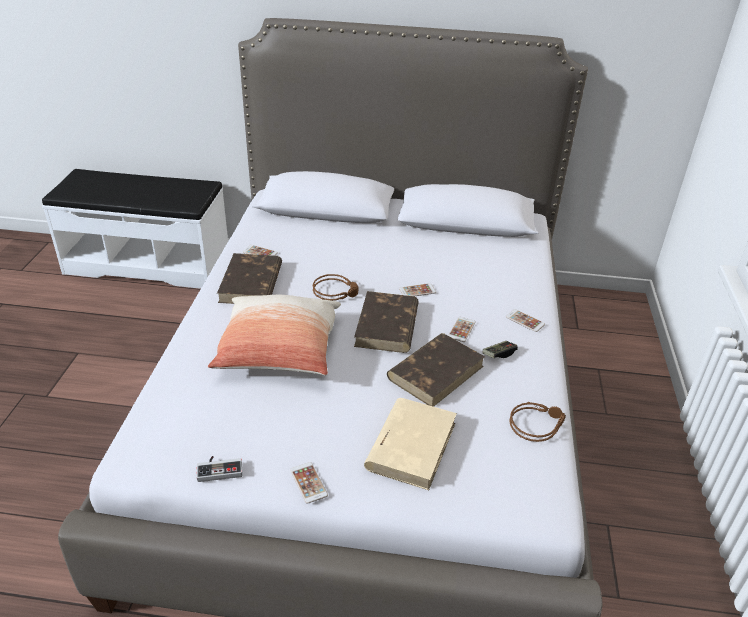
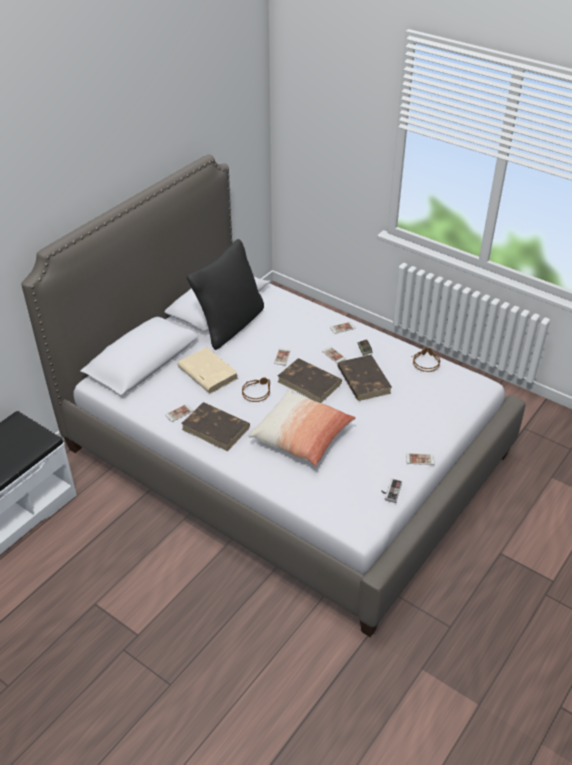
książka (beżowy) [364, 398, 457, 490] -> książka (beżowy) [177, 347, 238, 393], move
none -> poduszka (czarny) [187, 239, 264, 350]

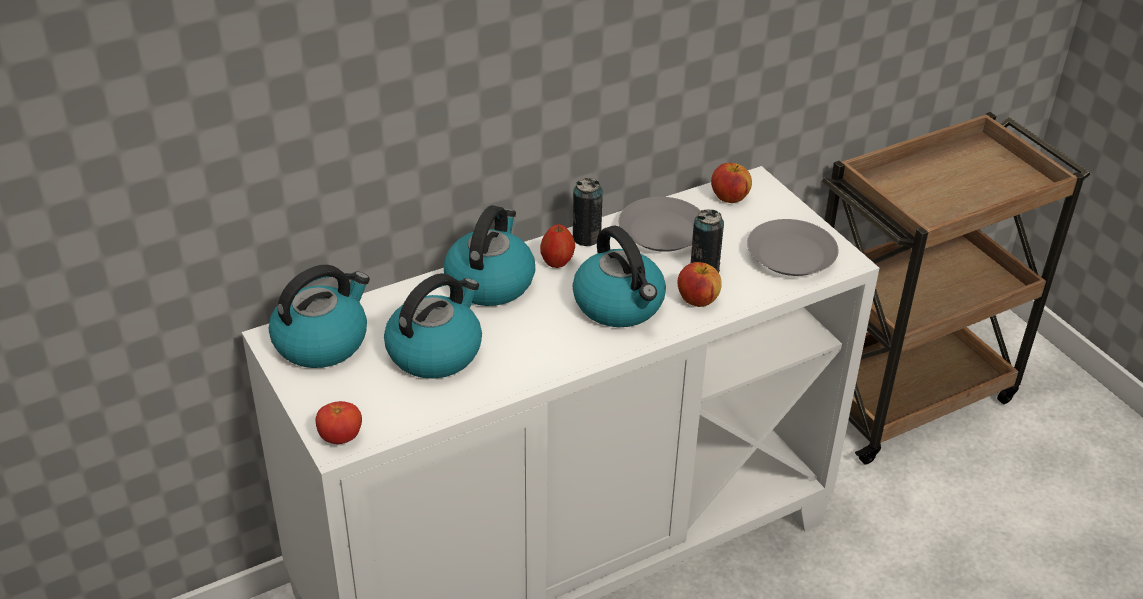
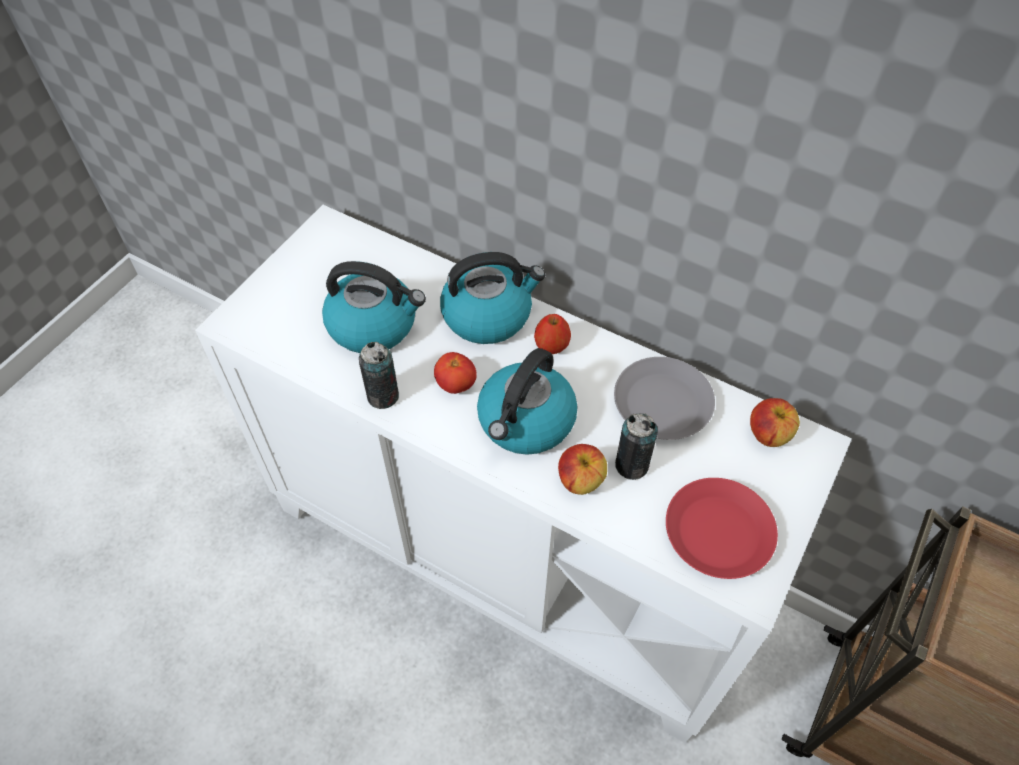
puszka [573, 178, 603, 246] -> puszka [359, 342, 399, 409], move
pomidor [316, 401, 362, 444] -> pomidor [434, 352, 477, 394], move
talerz (szary) [747, 219, 839, 276] -> talerz (czerwony) [666, 478, 778, 579]
czajnik [269, 265, 370, 368] -> none

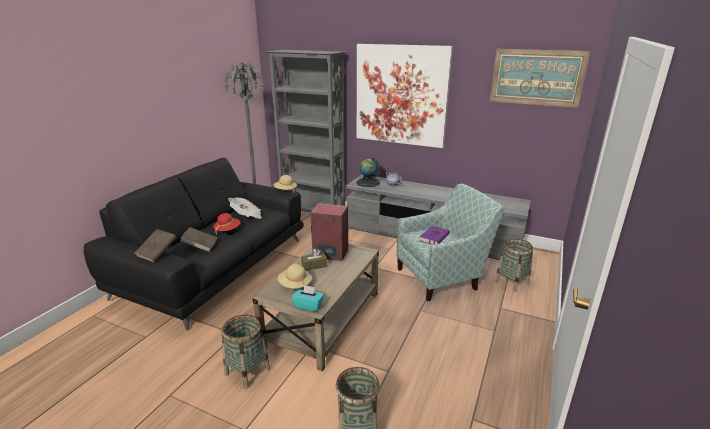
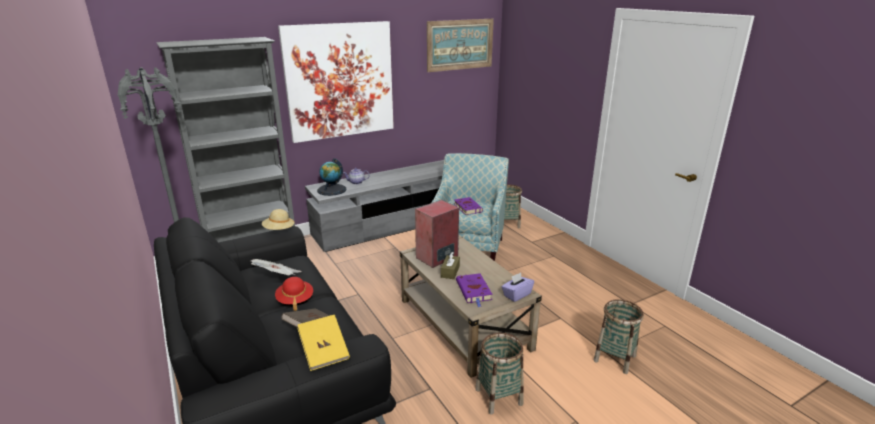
książka (brązowy) [134, 229, 177, 263] -> książka (żółty) [297, 315, 350, 371]
kapelusz (beżowy) [278, 264, 312, 289] -> książka (fioletowy) [456, 273, 492, 307]
pudełko chusteczek (turkusowy) [292, 285, 324, 312] -> pudełko chusteczek (fioletowy) [502, 272, 534, 302]

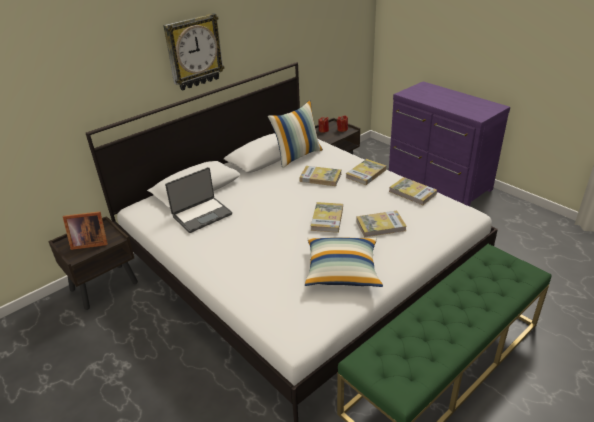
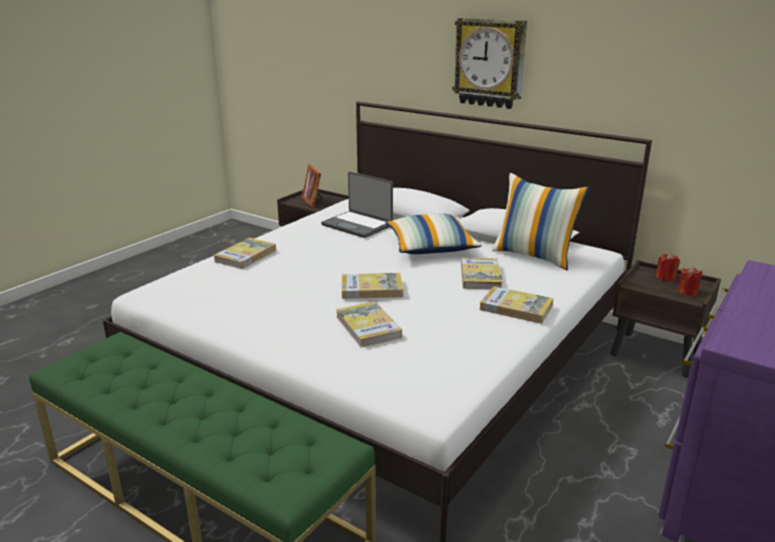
książka [389, 177, 437, 205] -> książka [213, 238, 276, 269], move
poduszka [305, 237, 383, 287] -> poduszka [386, 213, 482, 254], move

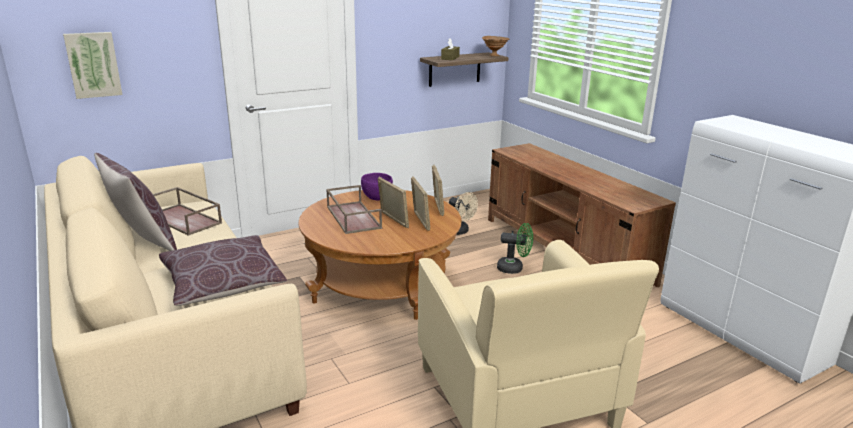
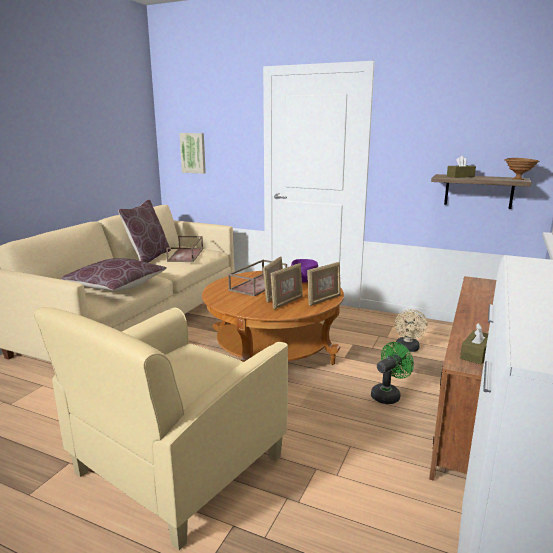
wentylator (zielony) [497, 223, 533, 274] -> wentylator (zielony) [371, 342, 414, 404], 105 degrees counterclockwise
none -> pudełko chusteczek (brązowy) [460, 323, 488, 365]

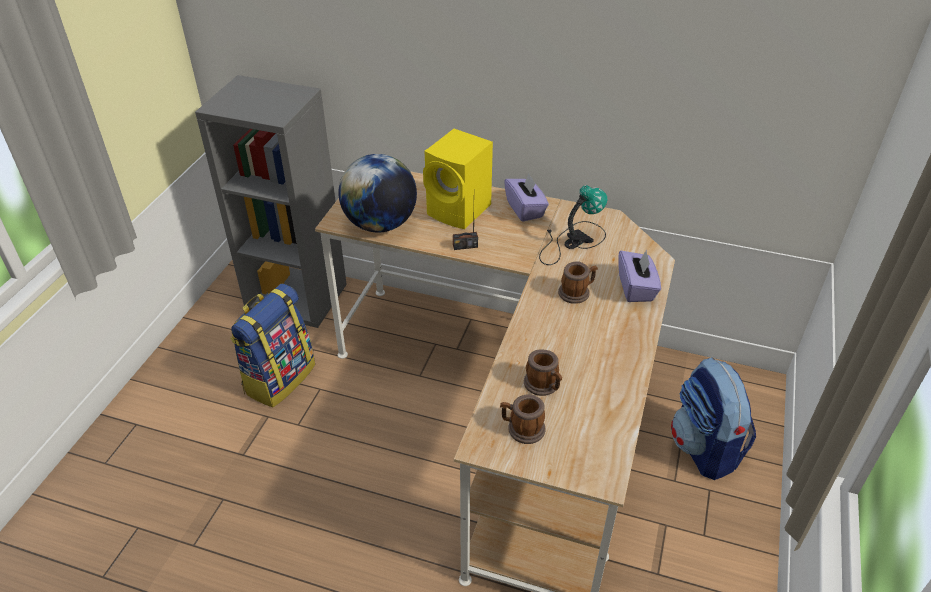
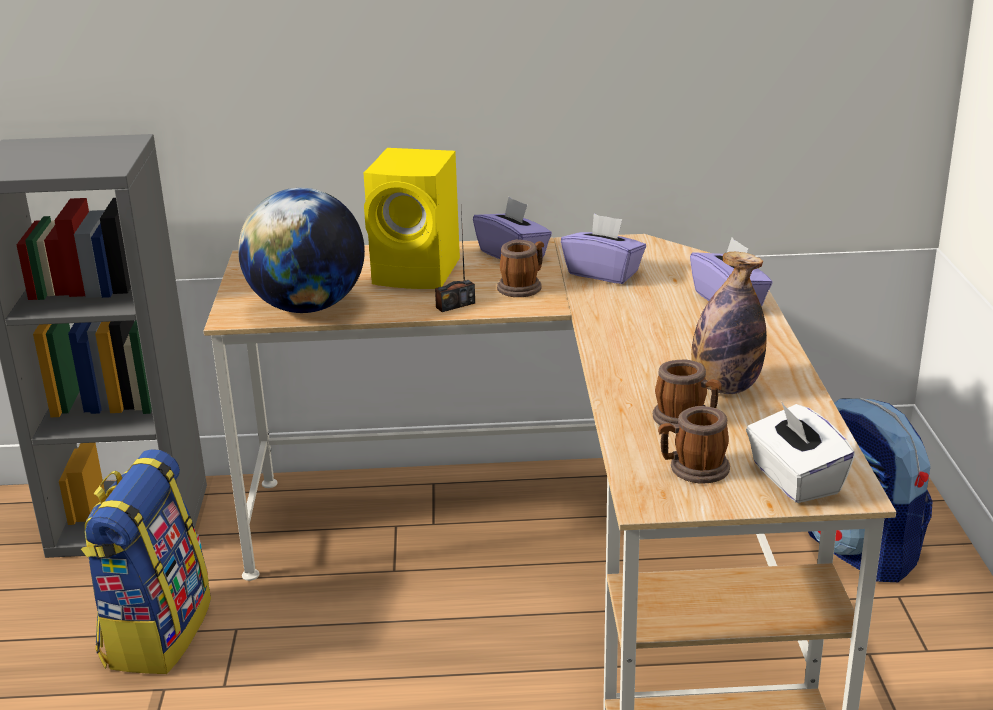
kubek [558, 261, 598, 304] -> kubek [497, 240, 544, 297], move
lampa stołowa [539, 185, 607, 265] -> pudełko chusteczek (fioletowy) [561, 214, 646, 284]
none -> butelka [691, 252, 767, 394]
none -> pudełko chusteczek (biały) [746, 401, 855, 503]

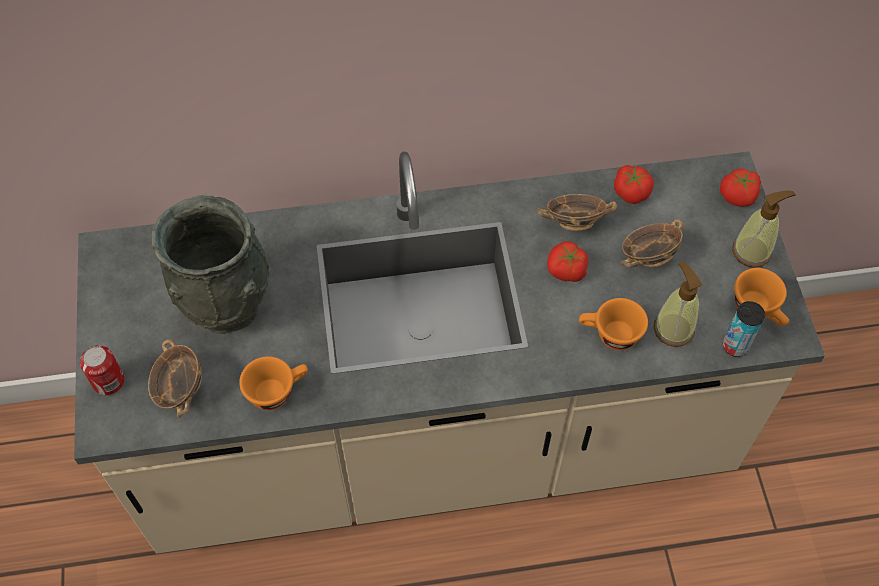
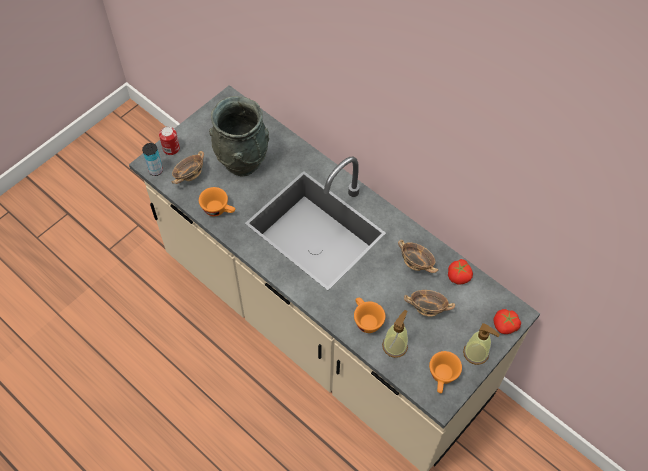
puszka [723, 301, 765, 357] -> puszka [142, 143, 163, 176], move
pomidor [547, 241, 589, 282] -> none

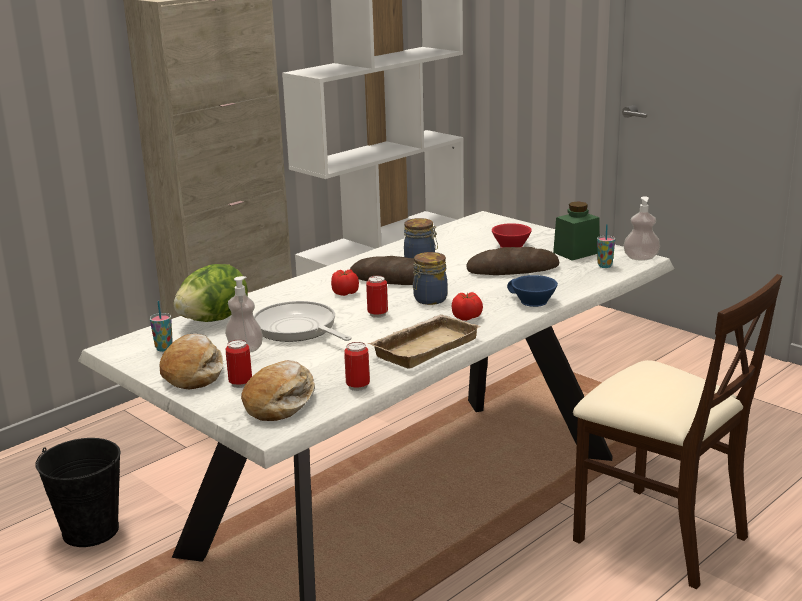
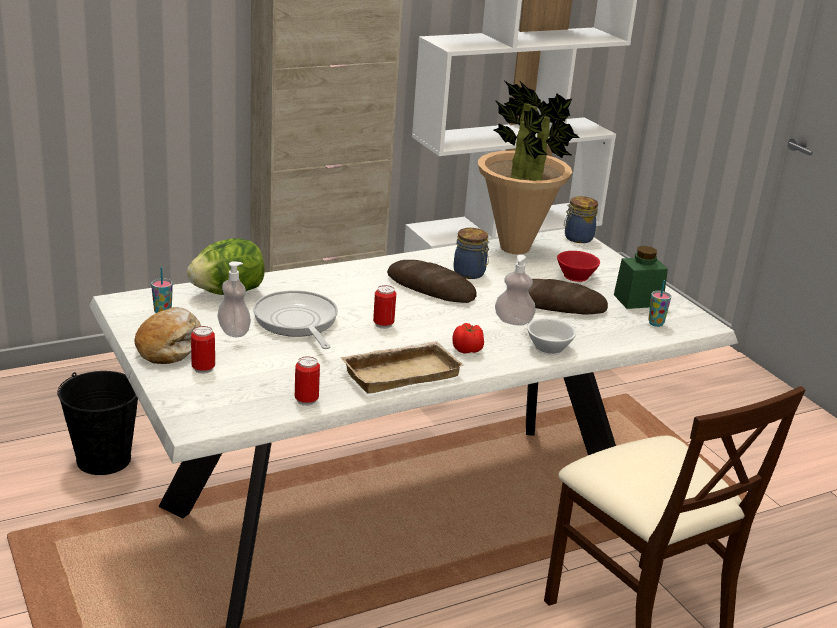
none -> roślina doniczkowa [478, 81, 580, 254]
dozownik mydła [623, 196, 660, 261] -> dozownik mydła [495, 255, 536, 325], move
filiżanka (niebieski) [507, 275, 558, 307] -> filiżanka (biały) [527, 318, 576, 355]
słoik [413, 252, 447, 305] -> słoik [564, 196, 598, 243], move
chleb [241, 360, 315, 421] -> none
pomidor [331, 270, 359, 296] -> none

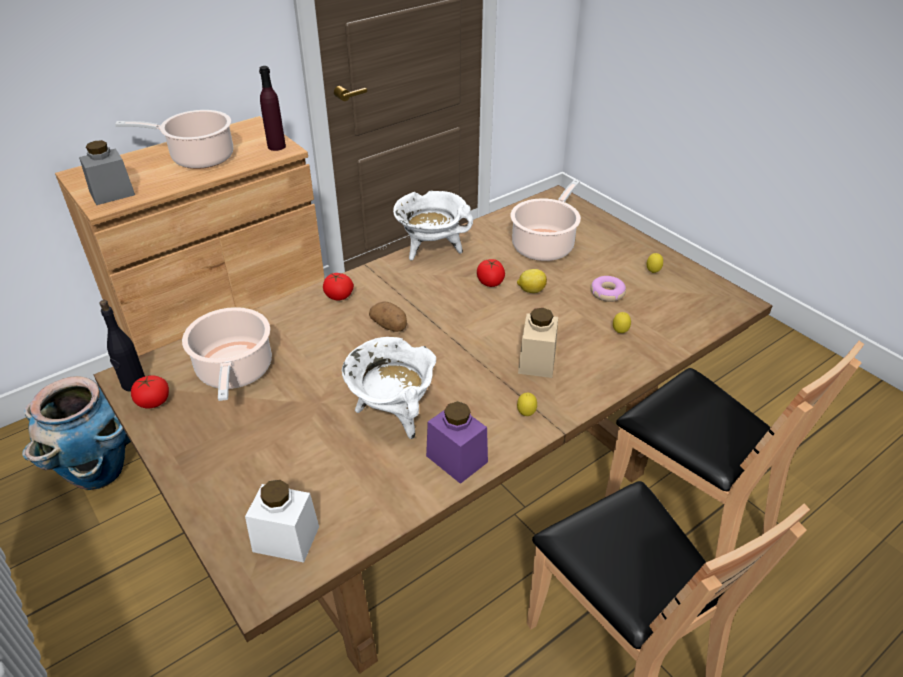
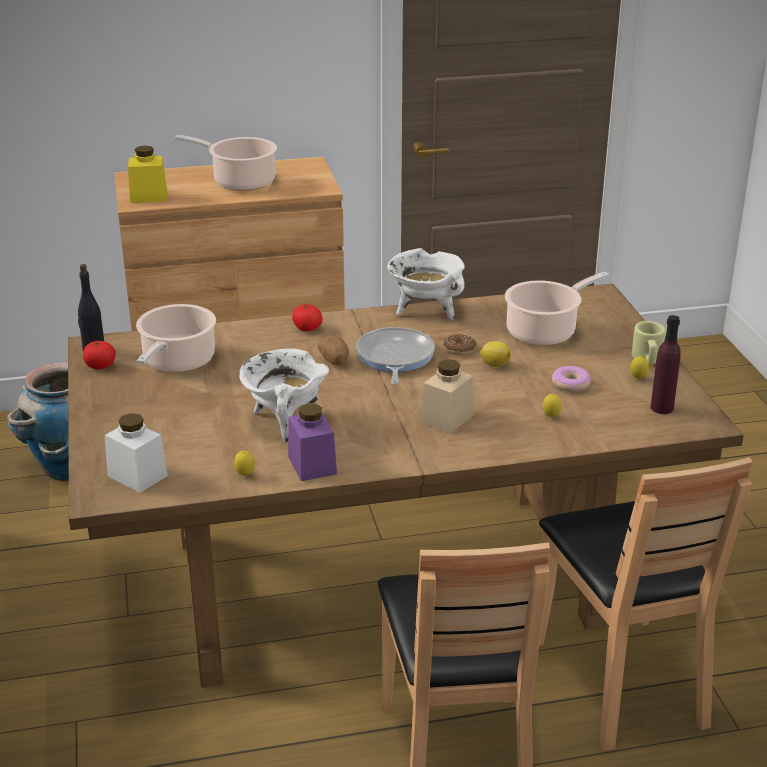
słoik (szary) [79, 140, 135, 205] -> słoik (żółty) [128, 146, 167, 203]
cytryna [517, 393, 537, 416] -> cytryna [234, 451, 255, 476], move
none -> patelnia [356, 327, 435, 385]
pomidor [477, 259, 505, 287] -> donut [443, 334, 476, 355]
none -> kubek (beżowy) [632, 321, 666, 364]
butelka (fioletowy) [259, 66, 286, 151] -> butelka (fioletowy) [651, 315, 681, 414], move

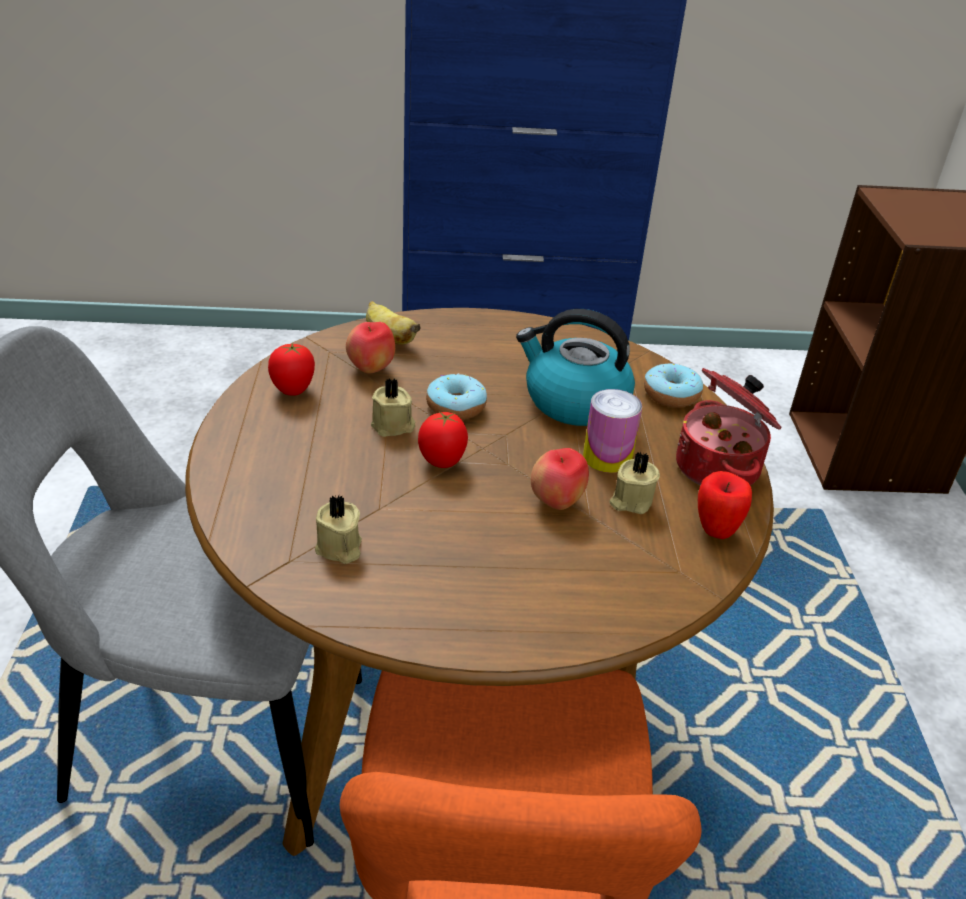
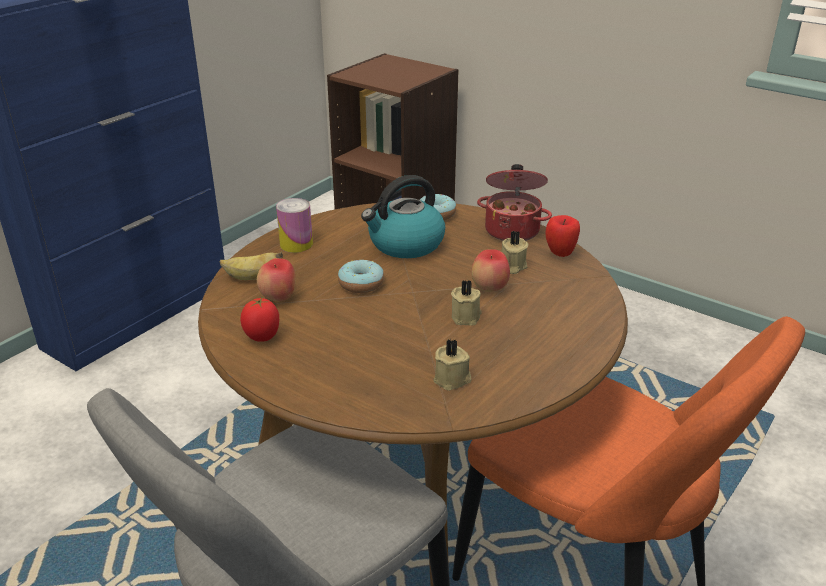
puszka [583, 389, 642, 473] -> puszka [276, 198, 313, 253], move
świeca (beżowy) [371, 378, 415, 437] -> świeca (beżowy) [451, 280, 482, 326], move
pomidor [418, 412, 468, 468] -> none

